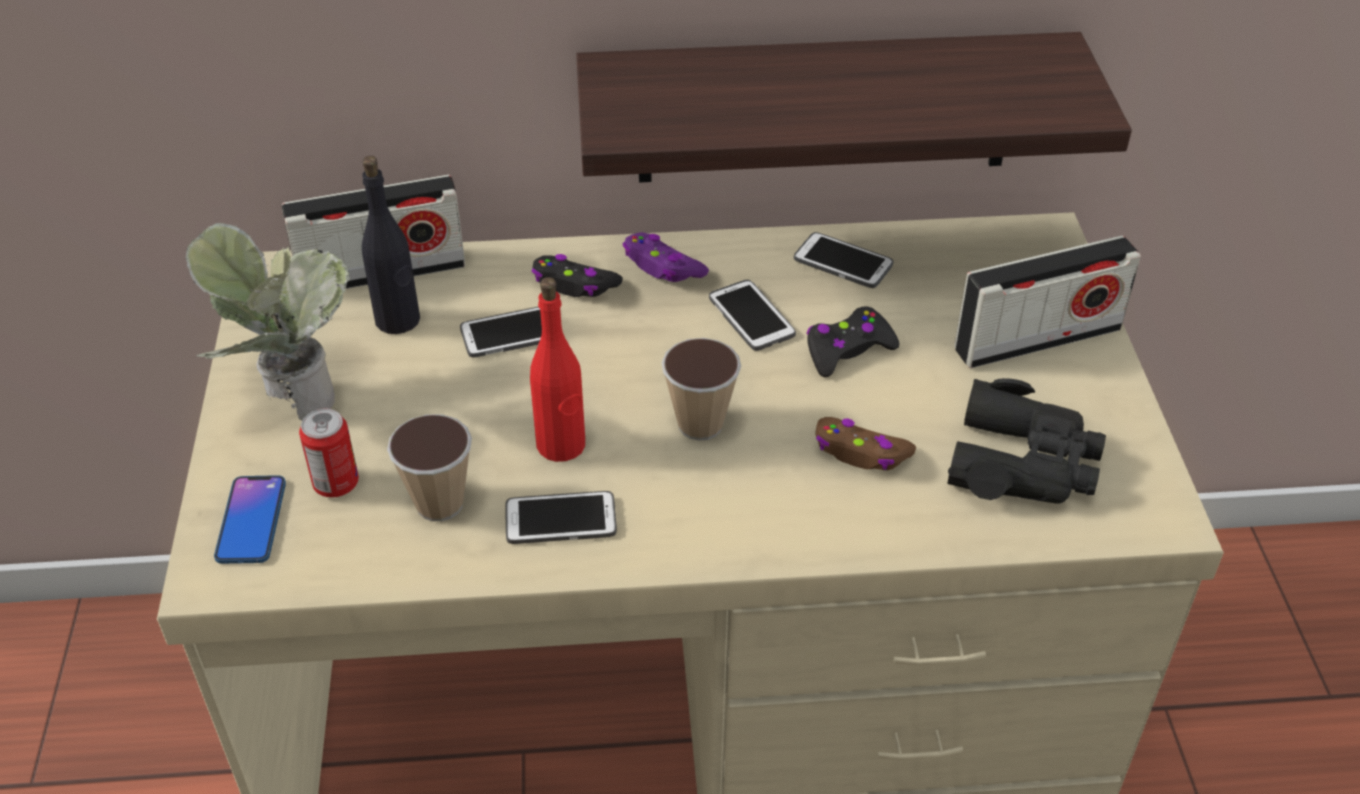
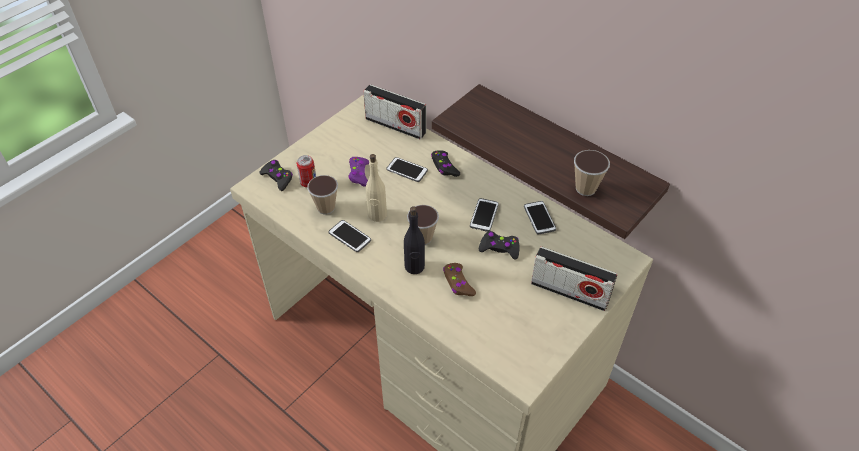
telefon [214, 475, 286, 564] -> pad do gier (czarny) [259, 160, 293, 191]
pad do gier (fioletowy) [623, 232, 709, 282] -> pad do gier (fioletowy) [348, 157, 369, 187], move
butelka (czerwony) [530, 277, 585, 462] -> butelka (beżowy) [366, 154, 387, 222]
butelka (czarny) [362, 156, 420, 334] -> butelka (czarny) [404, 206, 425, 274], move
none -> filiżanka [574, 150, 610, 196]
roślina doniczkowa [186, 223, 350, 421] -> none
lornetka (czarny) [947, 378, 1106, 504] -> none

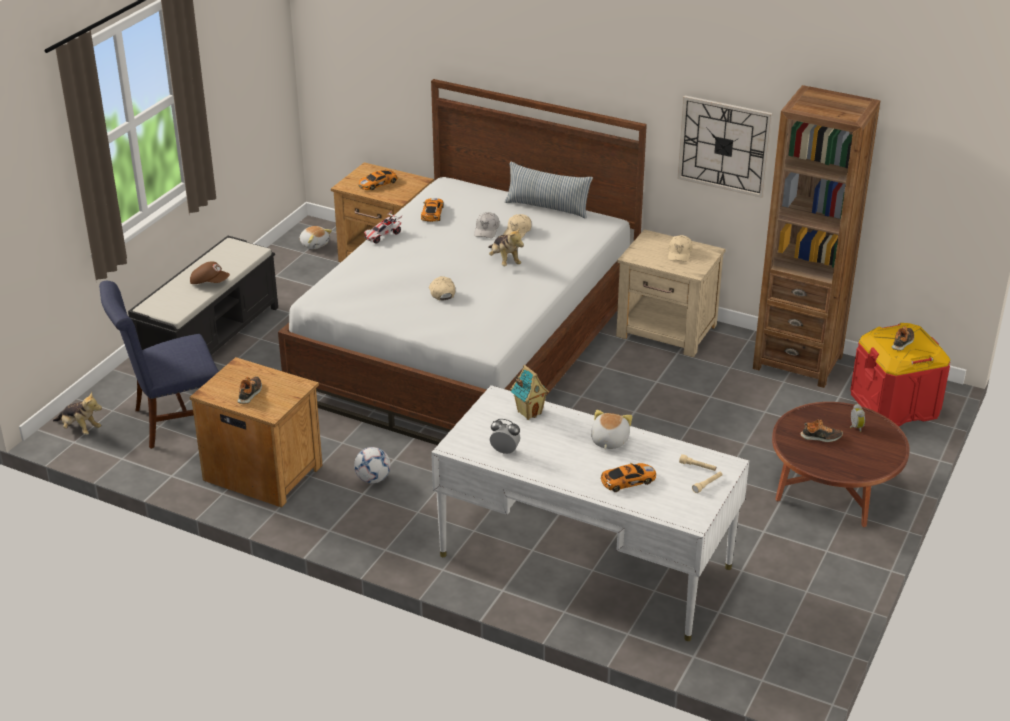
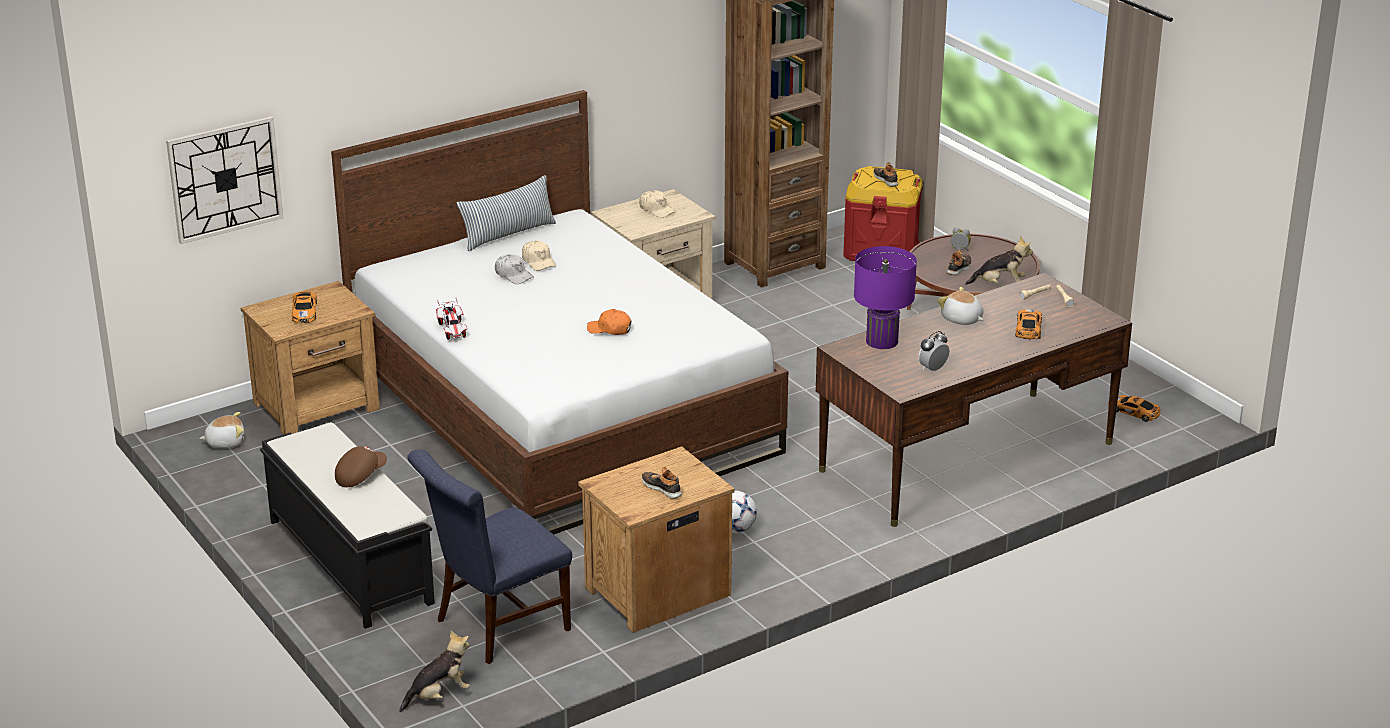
zegar ścienny [678, 96, 772, 198] -> zegar ścienny [166, 116, 283, 244], move
krzesło (niebieski) [99, 281, 219, 449] -> krzesło (niebieski) [407, 450, 572, 664], 45 degrees clockwise
czapka z daszkiem (beżowy) [429, 276, 455, 301] -> czapka z daszkiem (pomarańczowy) [587, 309, 631, 335]
biurko (biały) [431, 385, 749, 641] -> biurko (brązowy) [816, 273, 1132, 527]
domek [511, 365, 549, 420] -> lampa stołowa (fioletowy) [854, 246, 917, 349]
pluszak [488, 228, 524, 266] -> pluszak [965, 236, 1033, 285], move
samochodzik [421, 198, 444, 222] -> samochodzik [1108, 395, 1161, 422], move

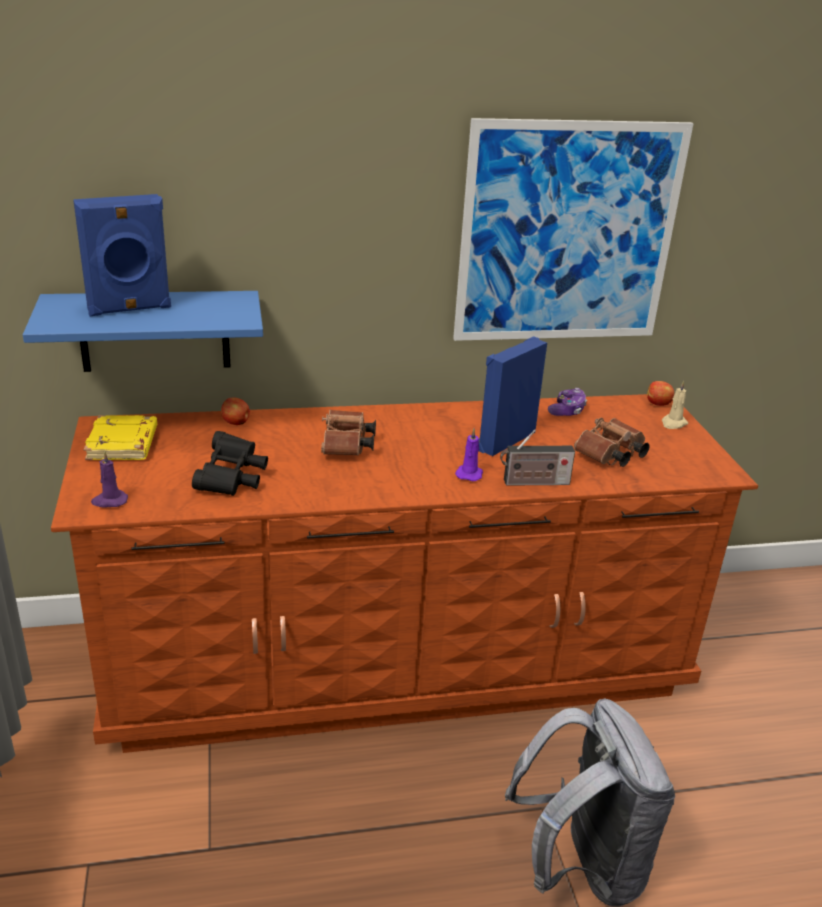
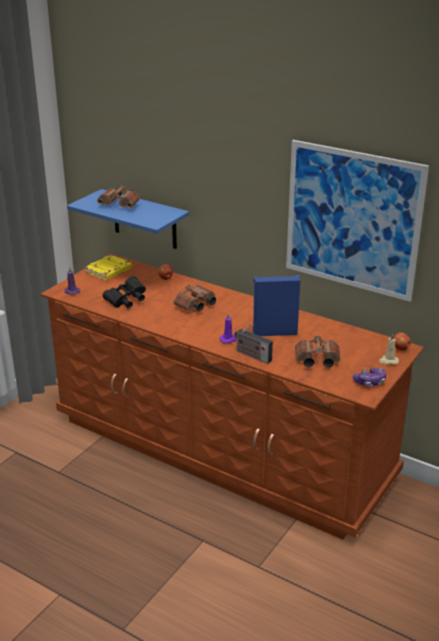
głośnik (niebieski) [73, 194, 171, 316] -> lornetka (brązowy) [97, 185, 140, 208]
pad do gier [548, 388, 587, 416] -> pad do gier [353, 368, 386, 386], move
plecak (szary) [505, 698, 675, 907] -> none

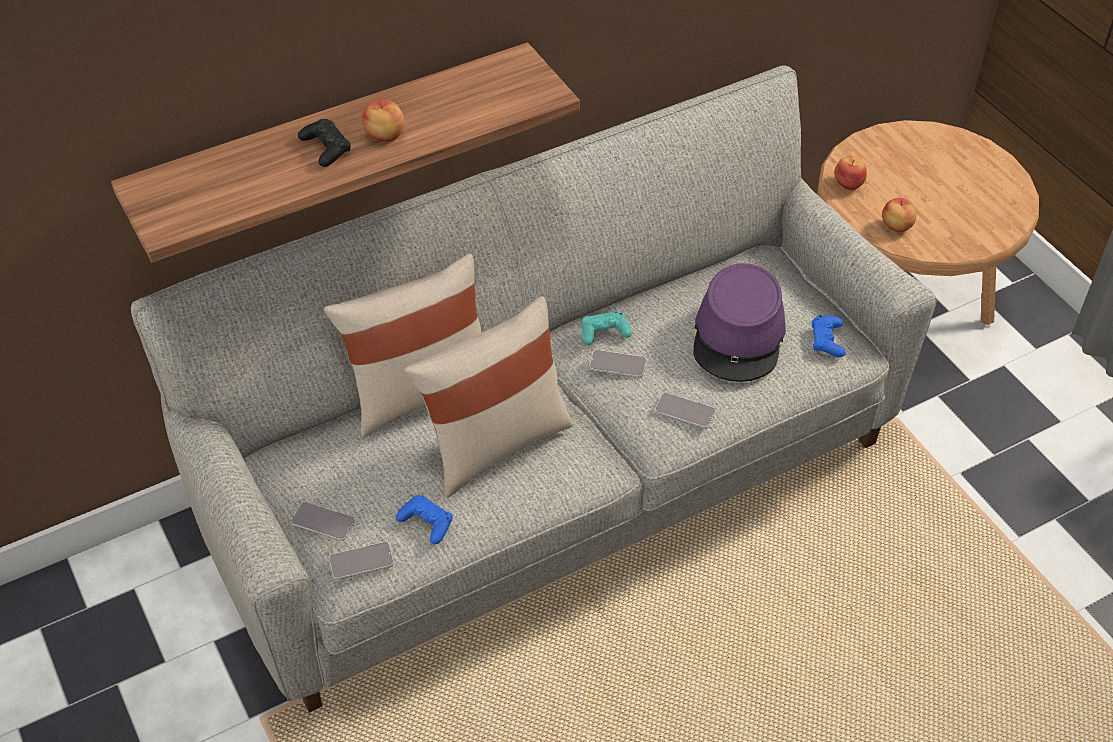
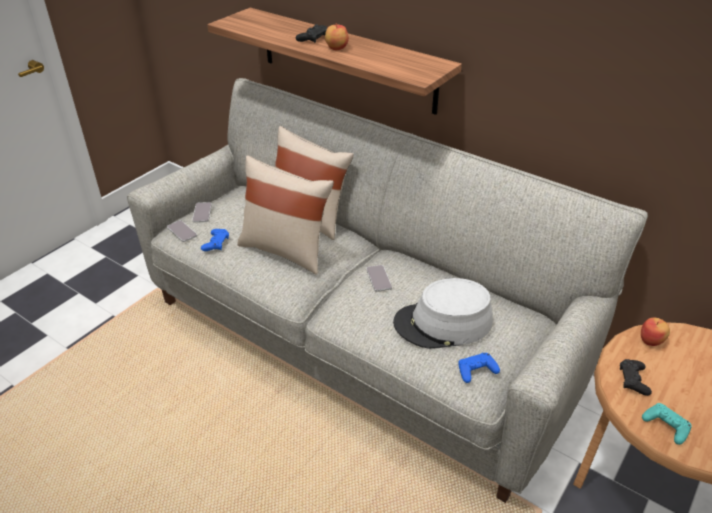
kapelusz (fioletowy) [693, 263, 786, 382] -> kapelusz (szary) [393, 278, 493, 349]
jabłko [882, 198, 916, 232] -> pad do gier (czarny) [620, 359, 652, 396]
pad do gier (turkusowy) [582, 311, 632, 345] -> pad do gier (turkusowy) [642, 403, 692, 445], move
telefon [655, 393, 715, 428] -> none

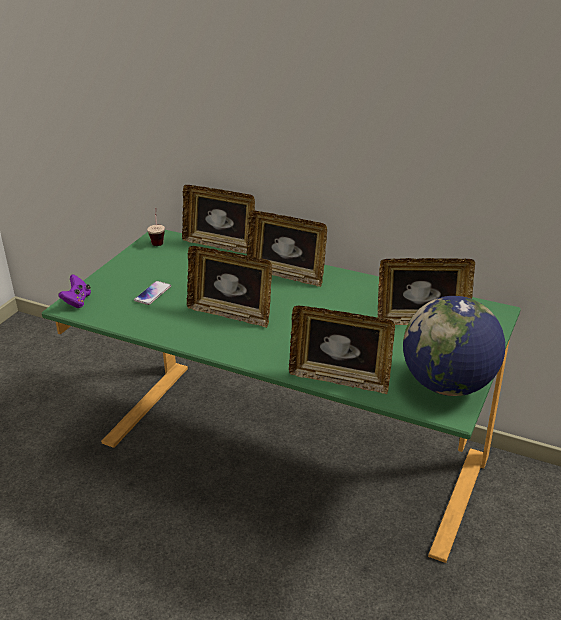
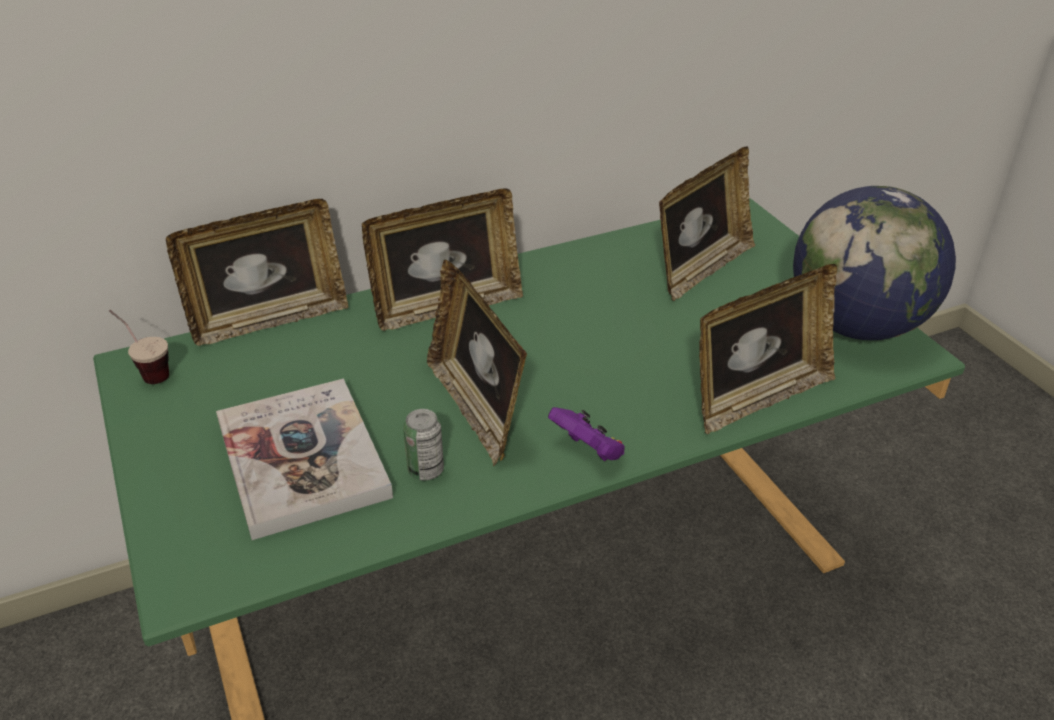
telefon [134, 281, 171, 305] -> książka [216, 378, 393, 540]
none -> puszka [403, 409, 444, 481]
ramka na zdjęcie [187, 246, 272, 328] -> ramka na zdjęcie [427, 260, 527, 466], 90 degrees clockwise
pad do gier (fioletowy) [58, 274, 91, 308] -> pad do gier (fioletowy) [548, 407, 625, 461], move

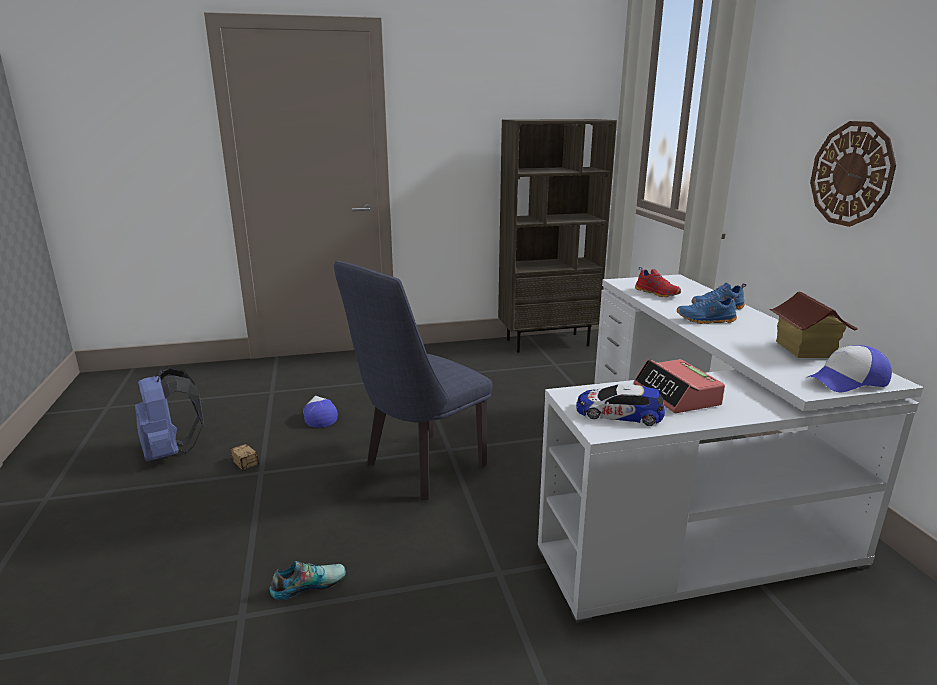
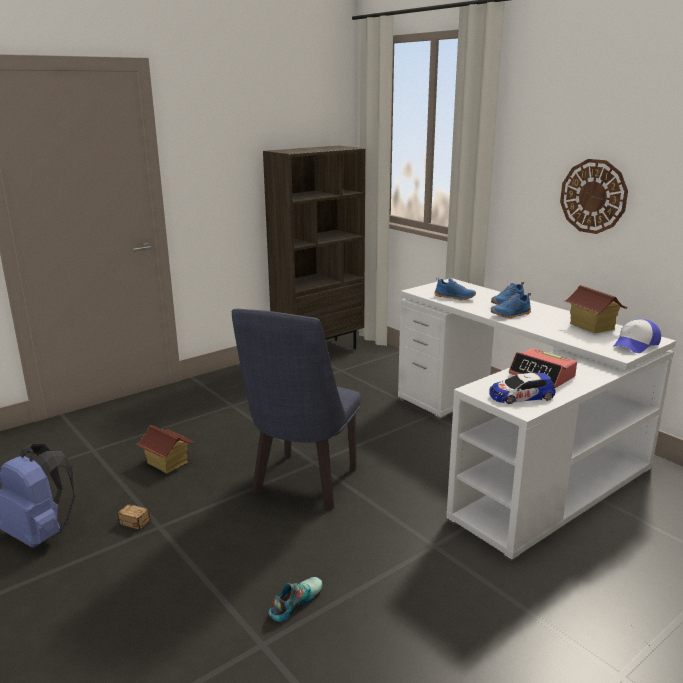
czapka z daszkiem [303, 396, 338, 428] -> domek [136, 425, 194, 473]
but (czerwony) [635, 267, 681, 297] -> but (niebieski) [434, 277, 476, 300]

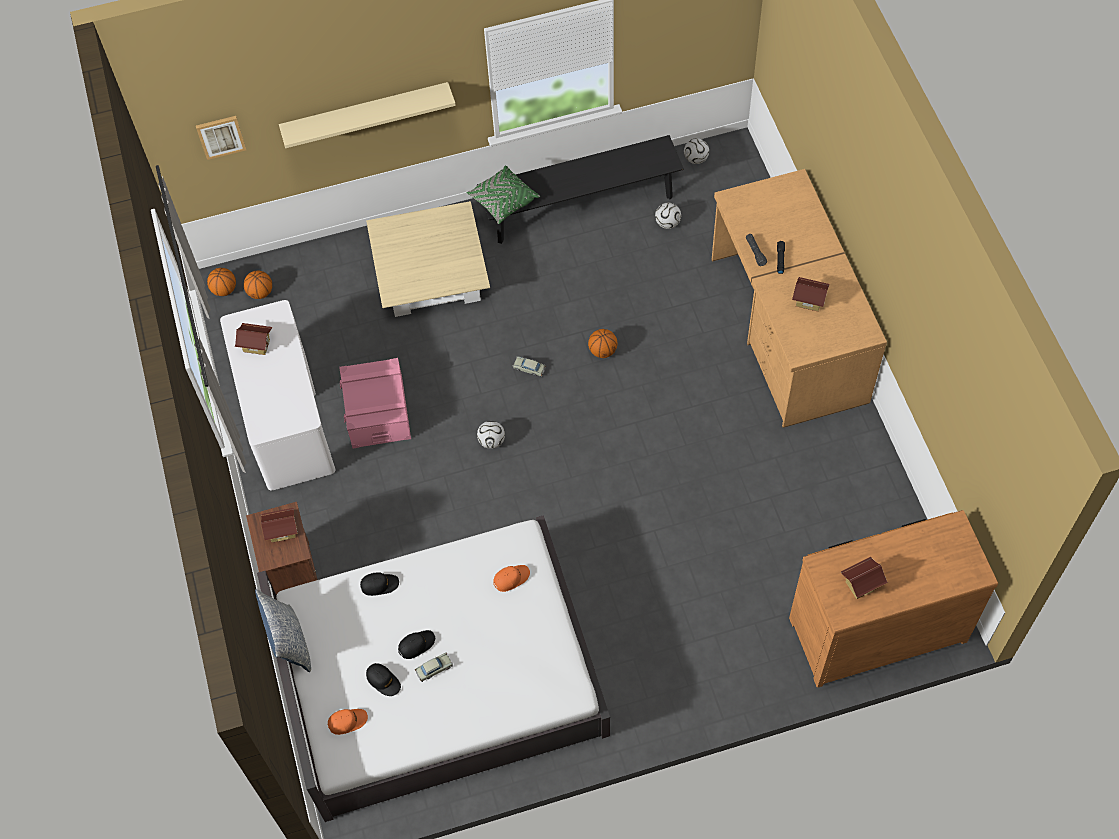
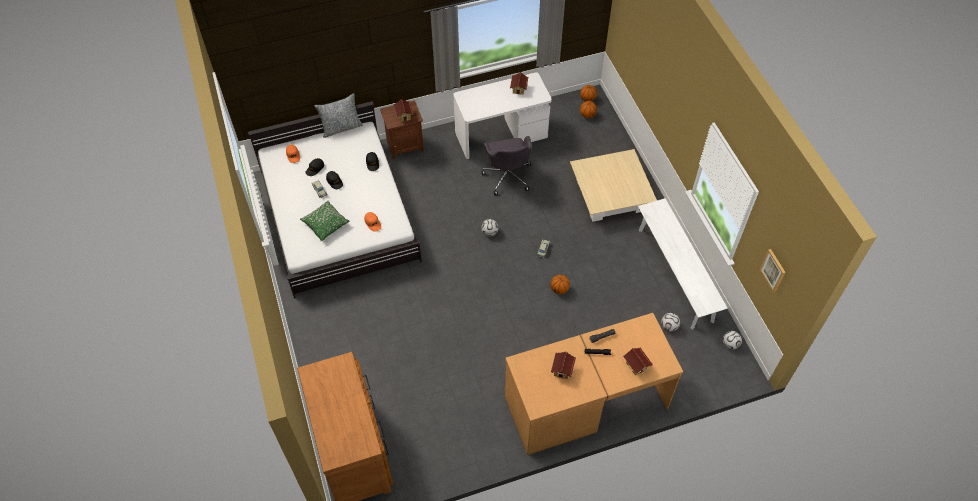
poduszka (zielony) [466, 165, 540, 224] -> poduszka (zielony) [300, 200, 349, 242], move
pojemnik do przechowywania (różowy) [339, 358, 411, 448] -> krzesło biurowe (szary) [481, 136, 532, 195]
domek [841, 557, 888, 599] -> domek [623, 348, 653, 376], move
ławka (czarny) [477, 135, 684, 244] -> ławka (biały) [638, 198, 728, 329]
obraz [196, 116, 246, 160] -> obraz [760, 249, 785, 292], move
półka (beżowy) [279, 82, 456, 148] -> none

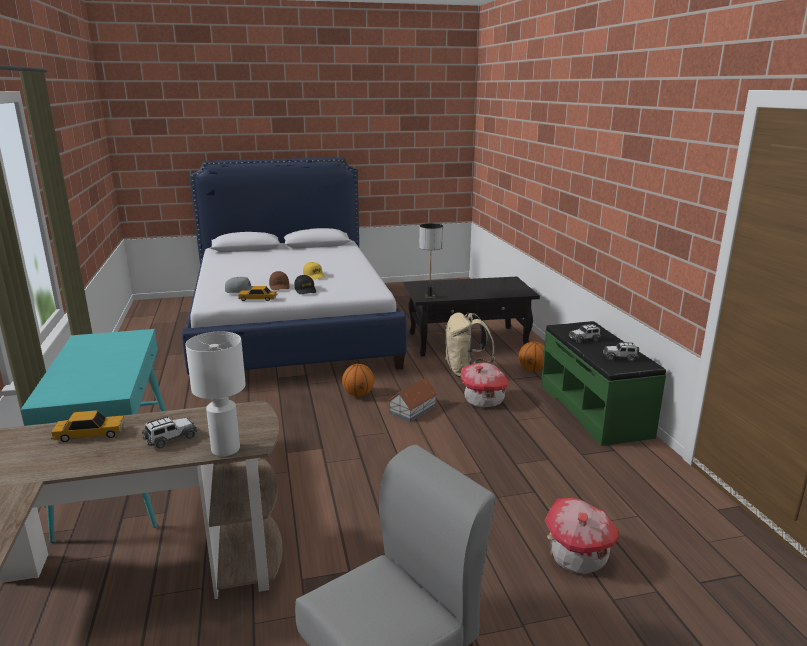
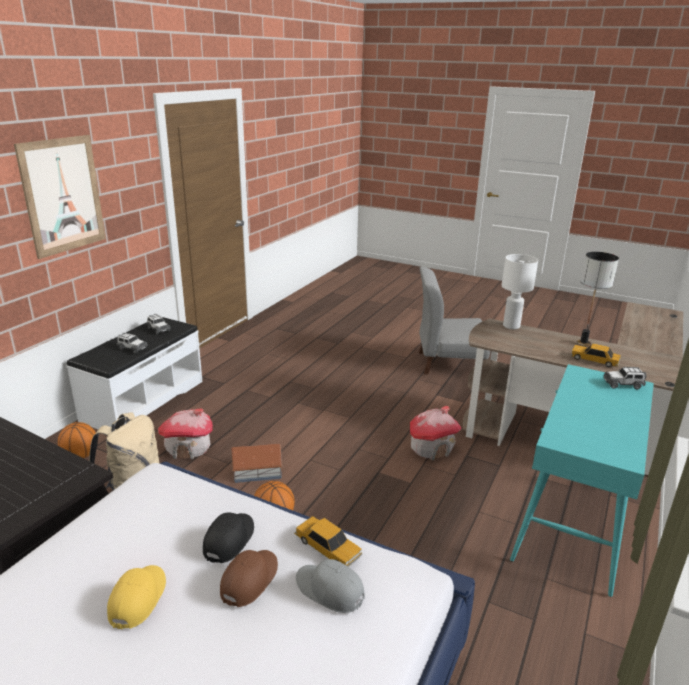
none -> obraz [14, 135, 106, 259]
ławka (zielony) [541, 321, 666, 446] -> ławka (biały) [67, 317, 202, 429]
domek [545, 498, 618, 574] -> domek [410, 406, 461, 460], move
lampa stołowa [419, 223, 443, 298] -> lampa stołowa [577, 252, 619, 346], move
samochodzik [142, 416, 197, 448] -> samochodzik [603, 367, 646, 389], move

